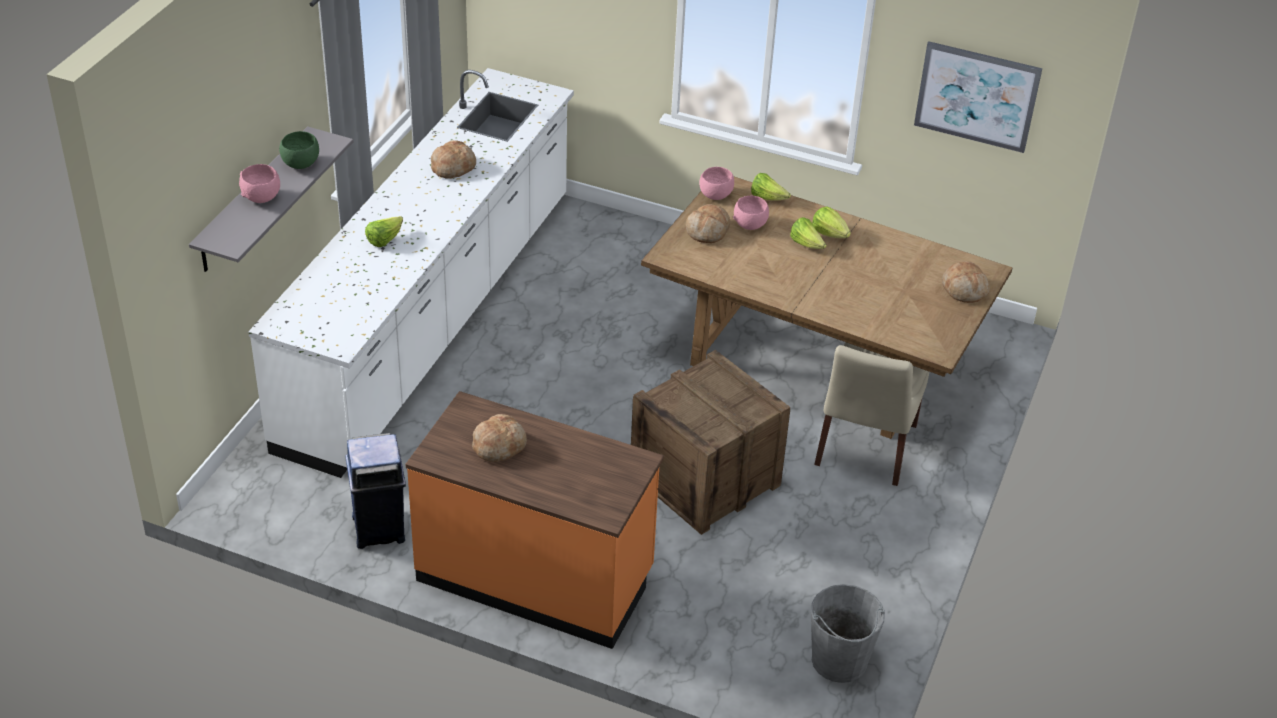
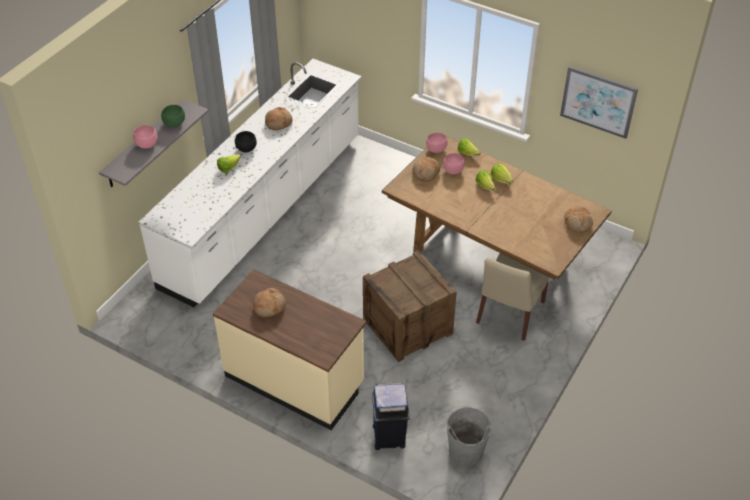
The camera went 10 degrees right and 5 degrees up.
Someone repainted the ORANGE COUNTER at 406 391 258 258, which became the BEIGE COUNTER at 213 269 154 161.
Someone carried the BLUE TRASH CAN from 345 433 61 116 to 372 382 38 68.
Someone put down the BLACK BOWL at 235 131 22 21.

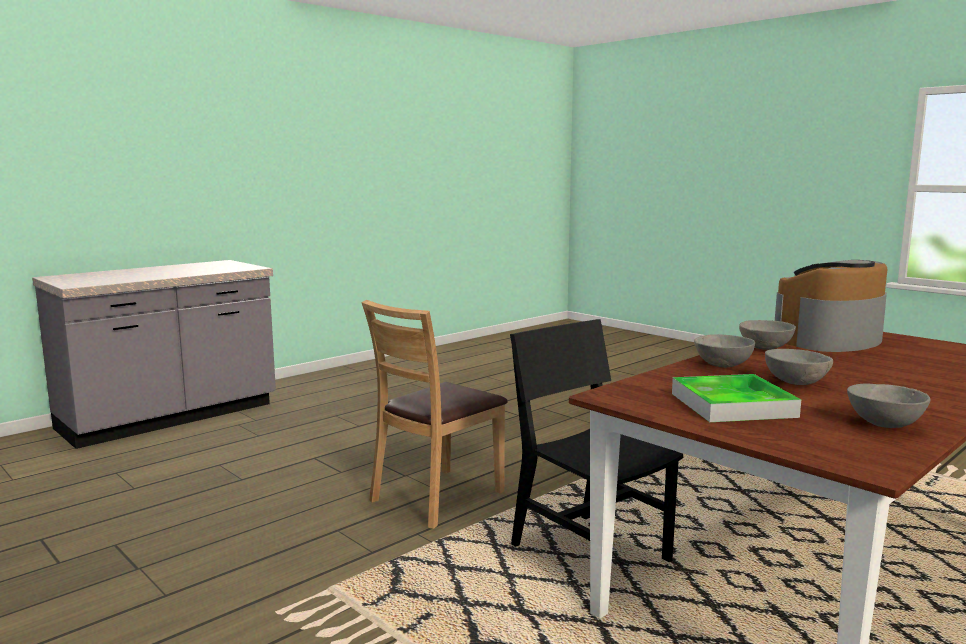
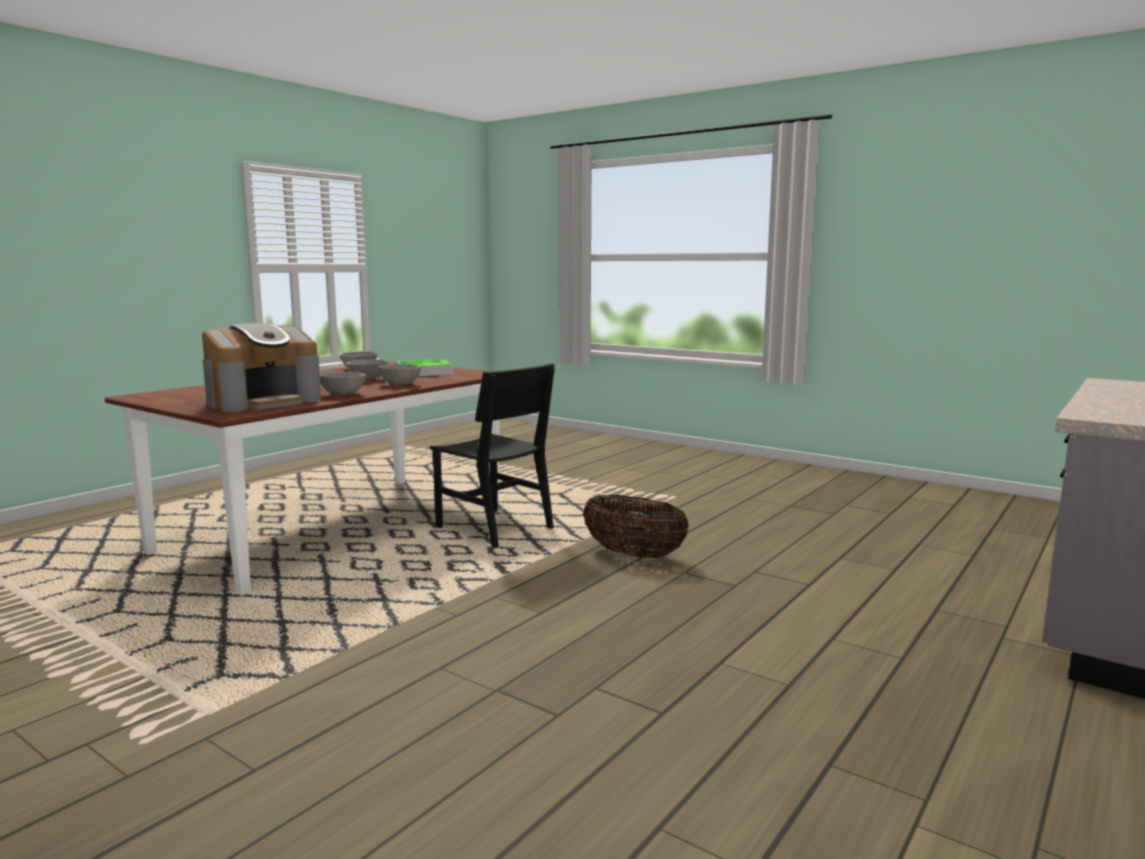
The camera went 170 degrees right and 0 degrees up.
Someone swapped the BROWN CHAIR at 361 300 147 229 for the BASKET at 583 495 106 64.

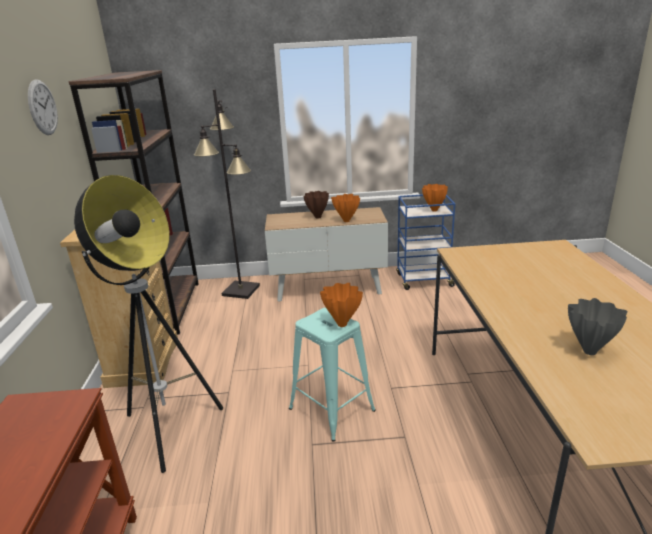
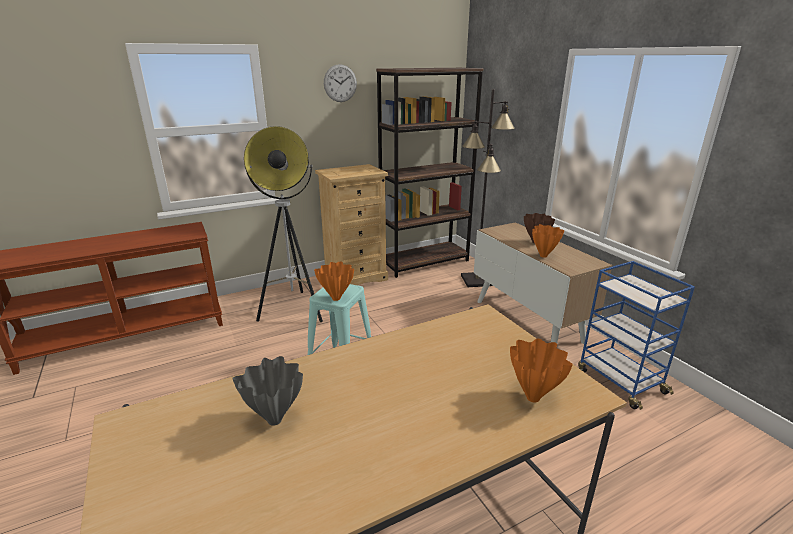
The camera went 65 degrees right and 0 degrees up.
Someone carried the ORANGE VASE from 422 184 26 28 to 510 339 63 63.

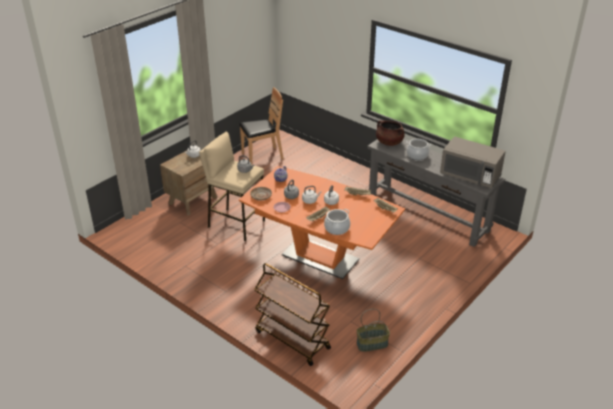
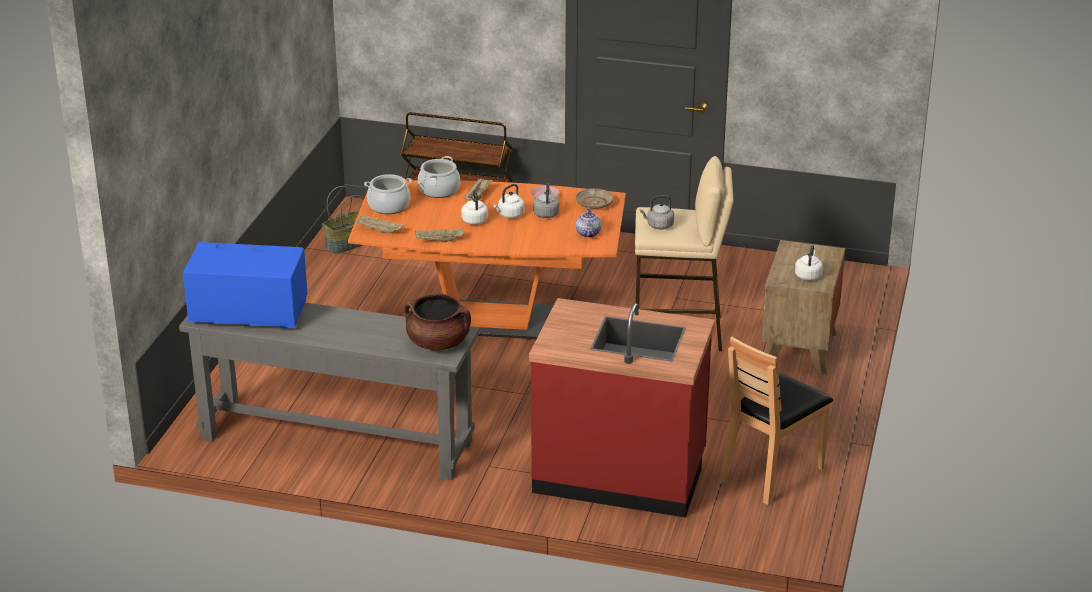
The camera went 155 degrees right and 5 degrees down.
Someone repainted the GREY MICROWAVE at 440 136 66 52, which became the BLUE MICROWAVE at 183 242 124 87.
Someone carried the COOKING POT from 406 139 25 21 to 364 174 48 40.
Someone put down the RED COUNTER at 529 298 186 220.

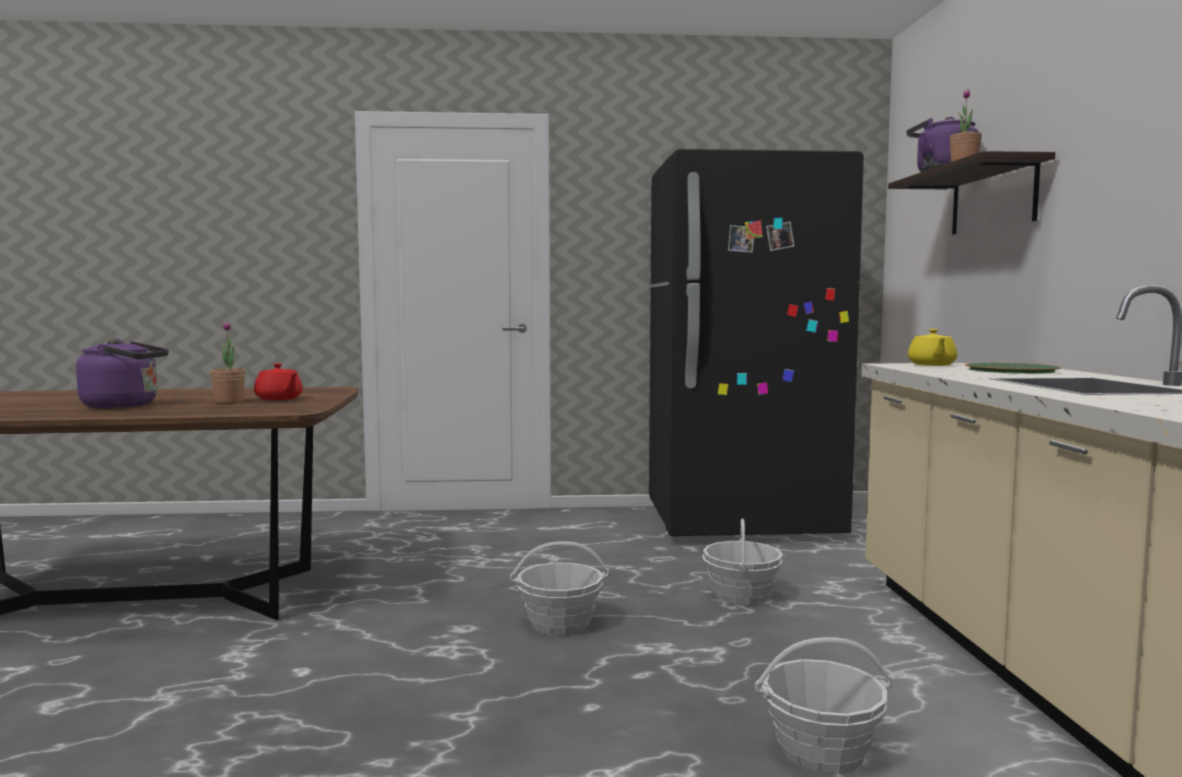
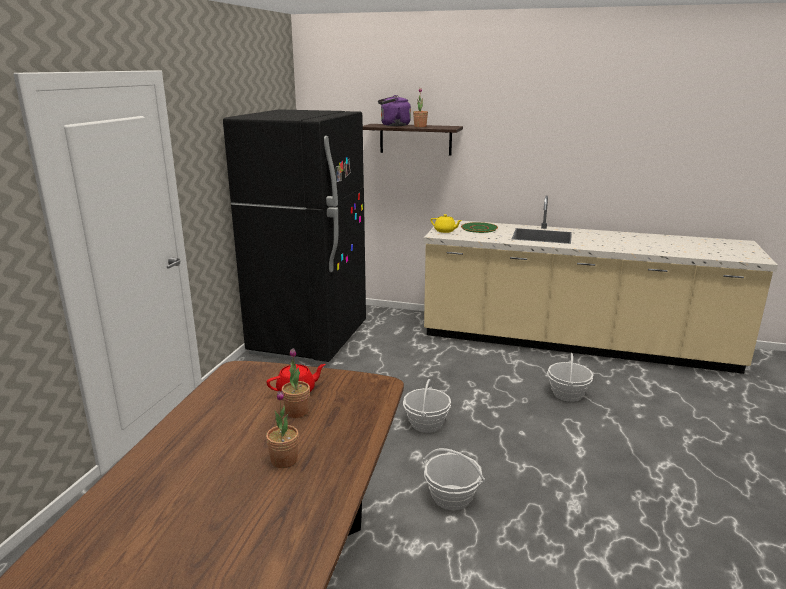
The camera went 70 degrees left and 15 degrees up.
Someone swapped the PURPLE KETTLE at 76 338 93 70 for the POTTED PLANT at 266 391 33 77.
Someone carried the BASKET from 702 518 81 88 to 423 448 62 62.

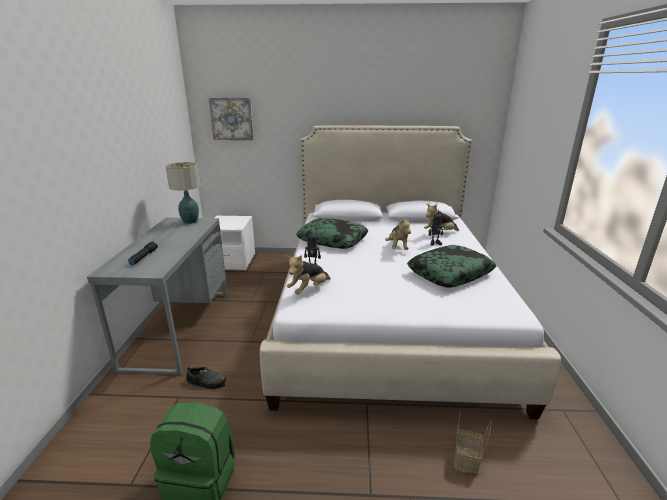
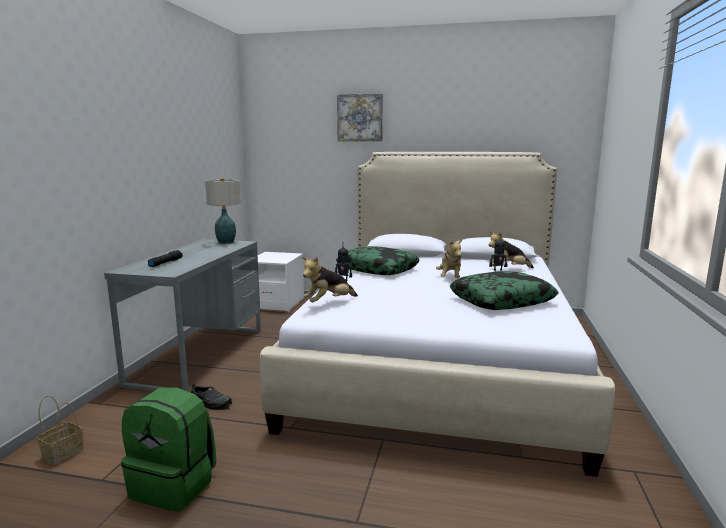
The camera went 10 degrees right and 10 degrees down.
Someone carried the PICTURE from 209 98 45 42 to 337 94 46 47.
Someone carried the BASKET from 455 414 37 60 to 37 395 47 70.

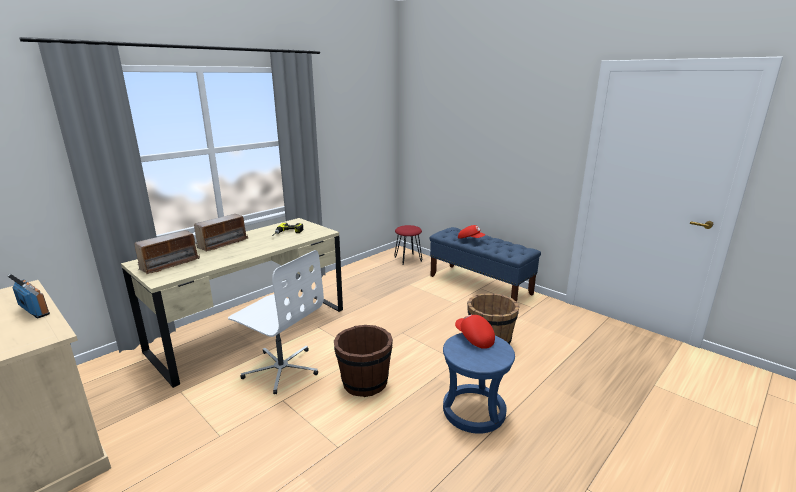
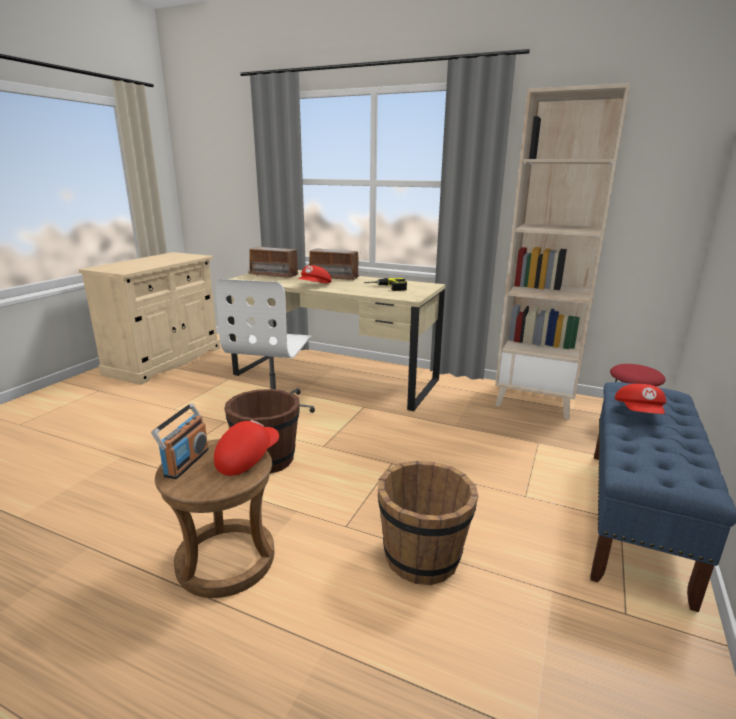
The camera went 70 degrees right and 0 degrees up.
Someone carried the RADIO from 7 274 43 44 to 151 403 58 76.
Someone repainted the BLUE STOOL at 443 333 72 101, which became the BROWN STOOL at 155 439 119 159.
Someone put down the BEIGE BOOKCASE at 495 83 135 337.
Someone put down the RED CAP at 299 265 32 18.

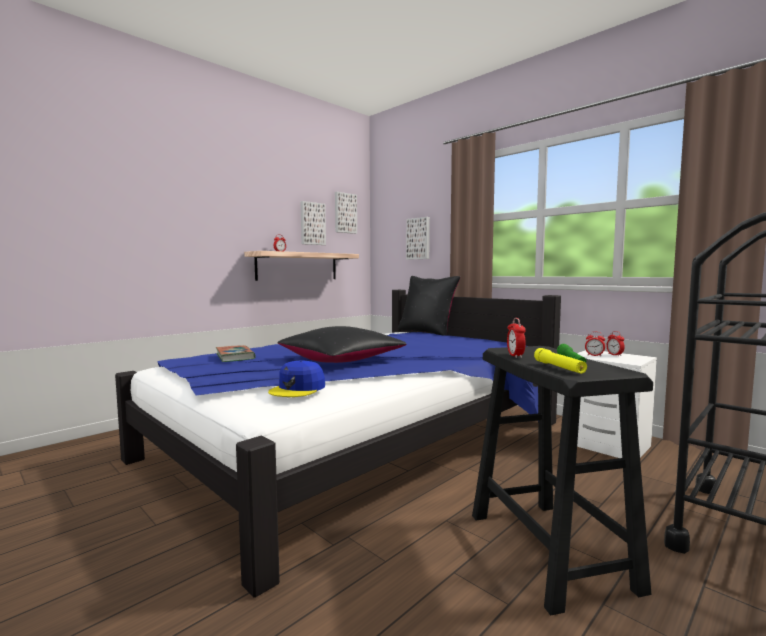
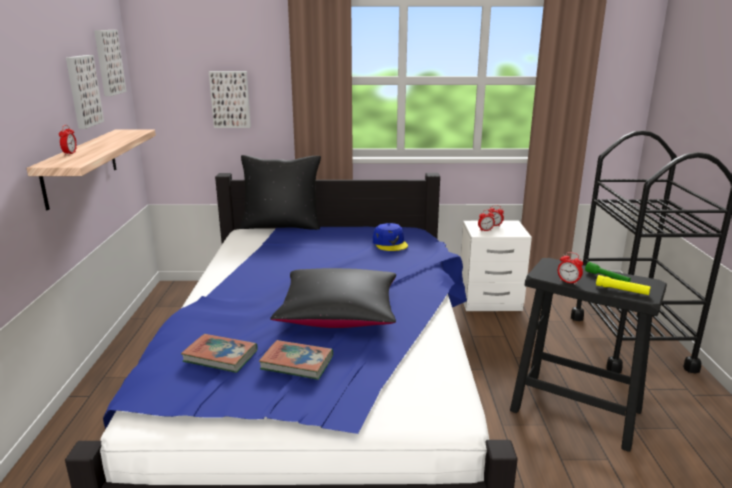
The camera went 45 degrees left and 15 degrees up.
Someone carried the BLUE CAP from 268 360 57 37 to 373 223 35 28.
Someone put down the BOOK at 259 340 74 40.

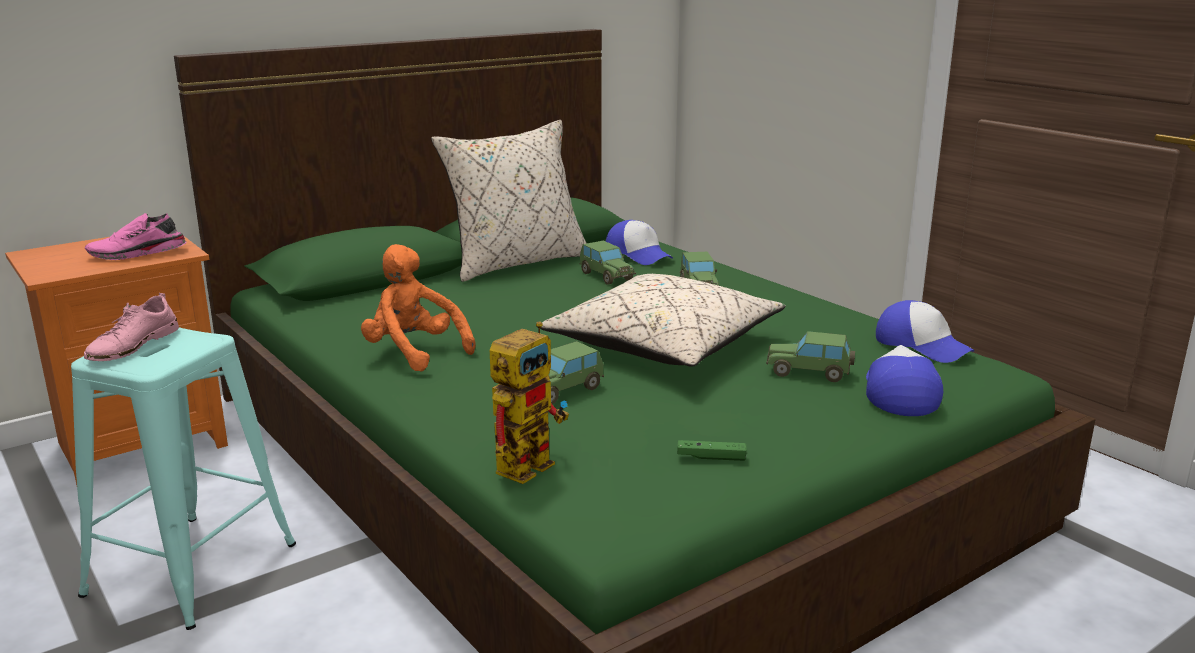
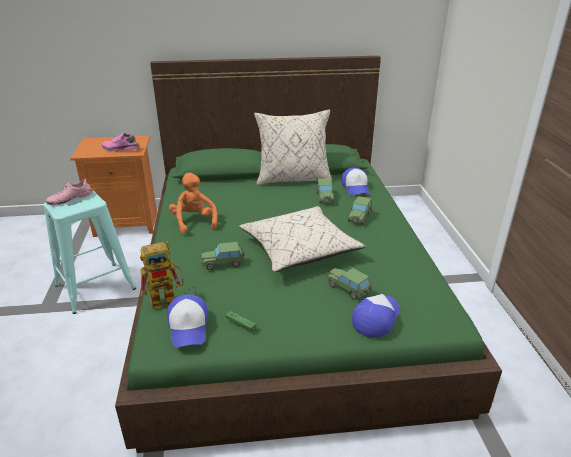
The camera went 30 degrees right and 10 degrees up.
Someone carried the CAP from 876 300 98 63 to 167 295 41 53.

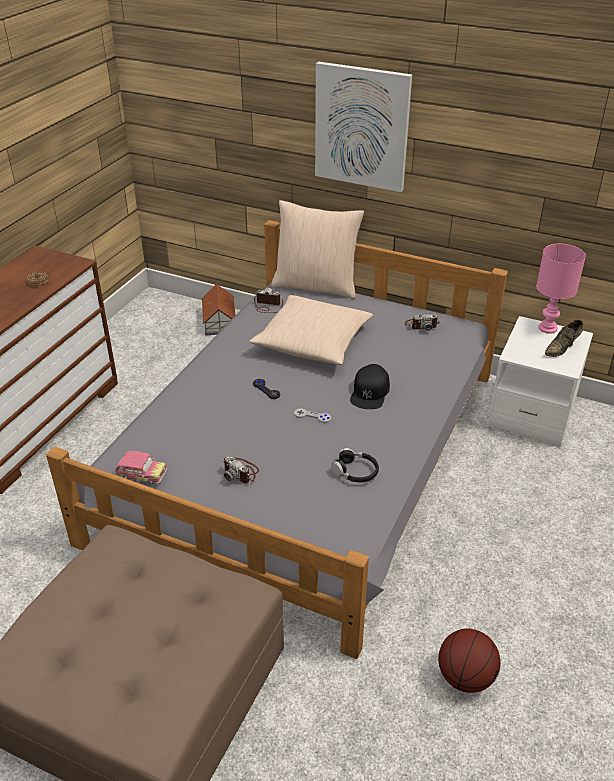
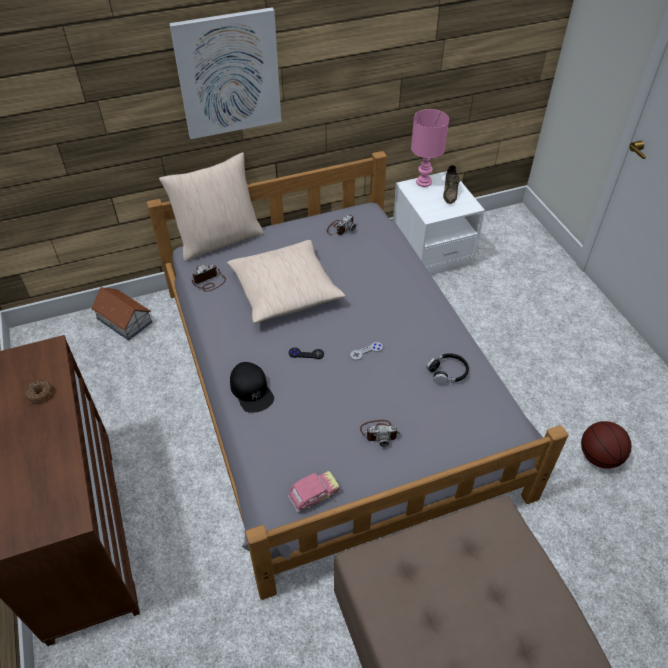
The camera went 45 degrees left and 10 degrees up.
Someone carried the BLACK CAP from 350 364 40 45 to 230 362 44 51.

